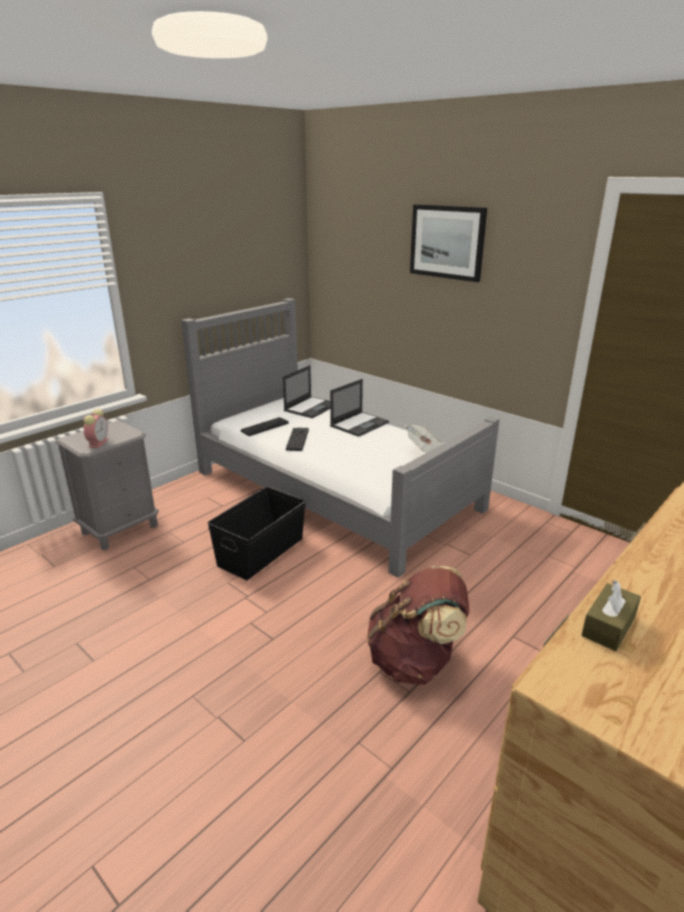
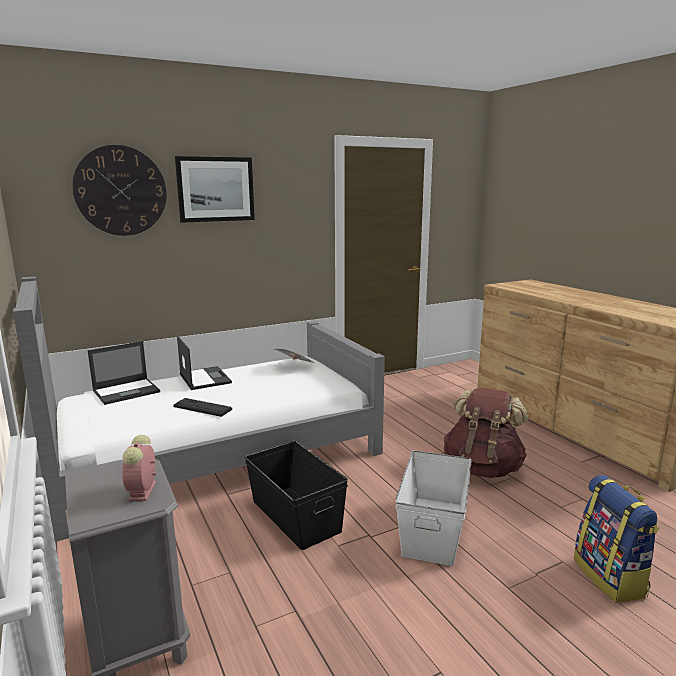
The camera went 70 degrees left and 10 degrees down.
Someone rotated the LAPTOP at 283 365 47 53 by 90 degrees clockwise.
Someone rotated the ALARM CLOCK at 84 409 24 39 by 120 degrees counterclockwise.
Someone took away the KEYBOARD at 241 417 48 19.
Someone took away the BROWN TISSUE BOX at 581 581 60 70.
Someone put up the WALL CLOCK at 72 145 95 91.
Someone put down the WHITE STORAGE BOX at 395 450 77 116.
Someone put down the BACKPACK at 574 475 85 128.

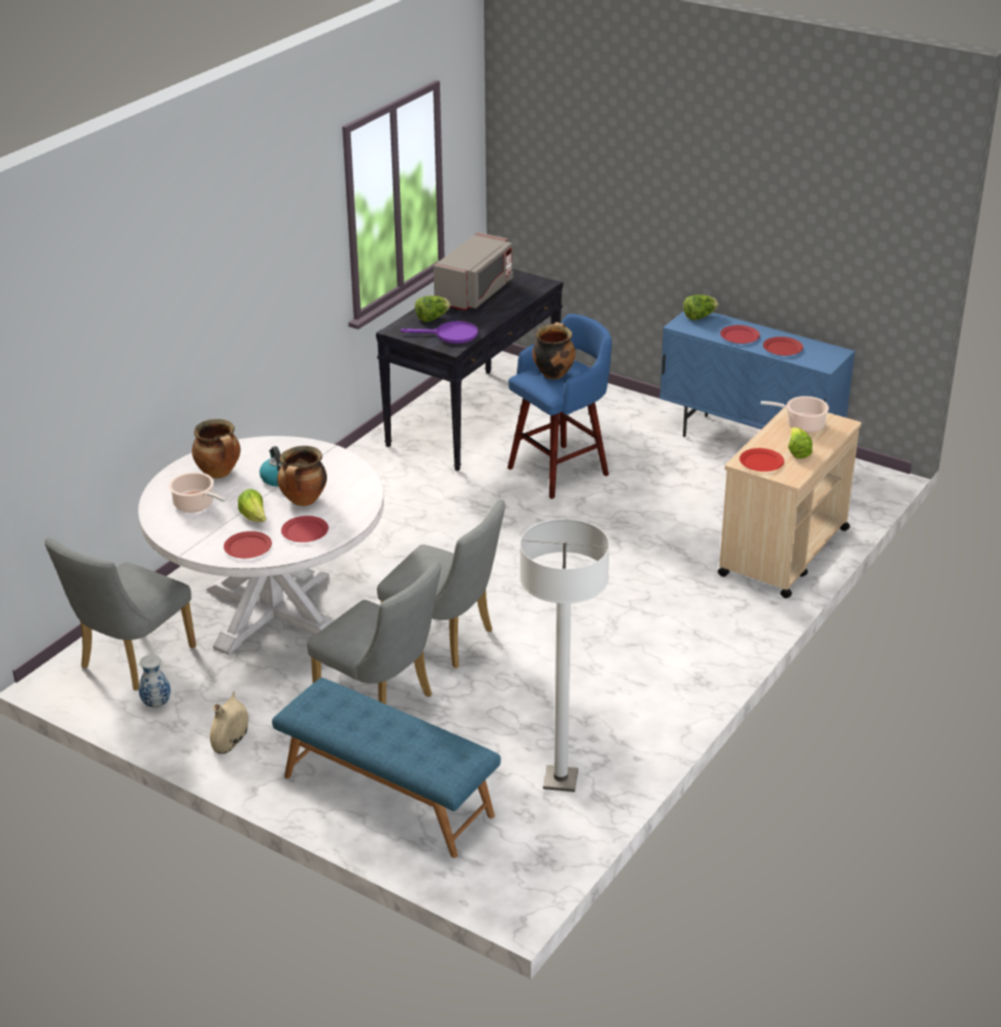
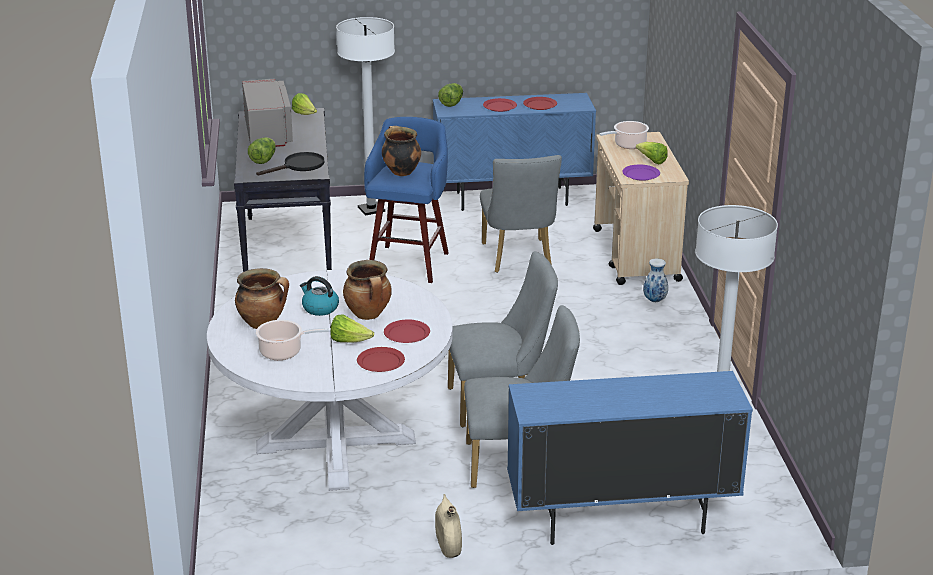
The camera went 40 degrees left and 5 degrees down.
Someone repainted the PURPLE FRYING PAN at 401 321 77 23, which became the BLACK FRYING PAN at 256 152 68 23.
Someone repainted the RED PLATE at 739 448 45 24, which became the PURPLE PLATE at 622 164 38 17.
Someone carried the GREY CHAIR from 45 538 151 153 to 480 155 82 118.
Someone carried the VASE from 139 655 32 53 to 643 258 25 44.
Someone swapped the BLUE BENCH at 272 678 229 180 for the BLUE CABINET at 507 371 246 174.
Someone put down the WHITE FLOOR LAMP at 336 17 59 198.
Someone put down the LETTUCE at 292 93 25 22.

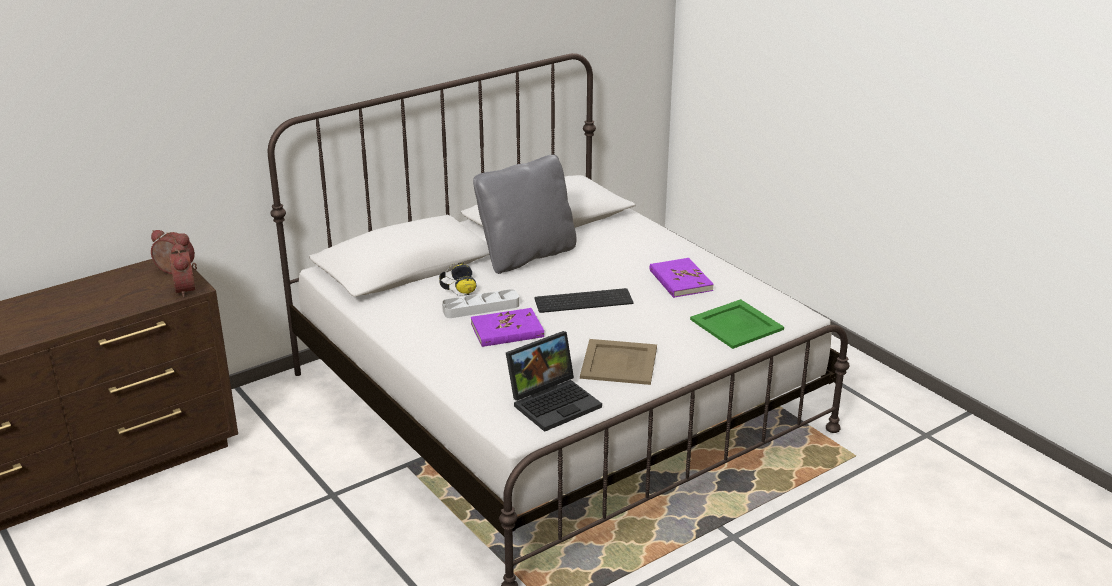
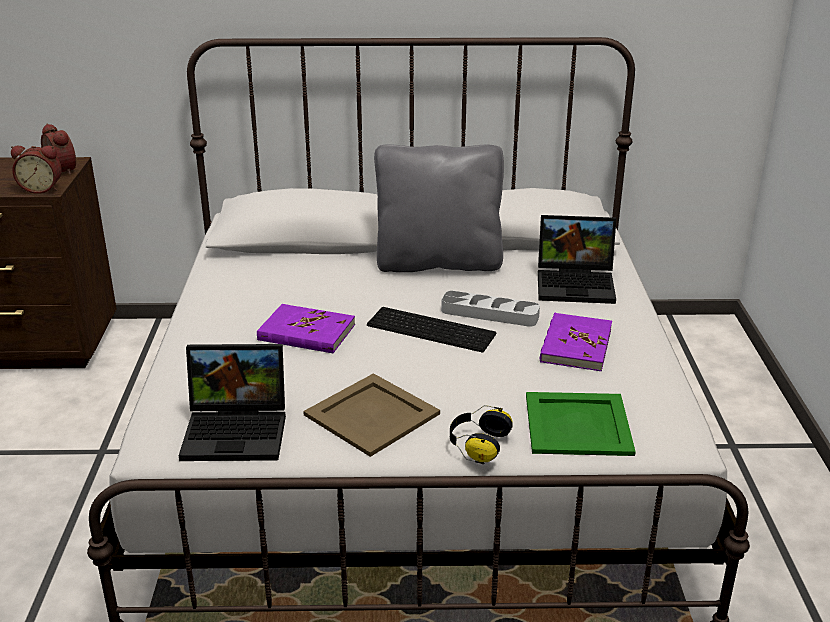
The camera went 35 degrees right and 0 degrees up.
Someone rotated the ALARM CLOCK at 169 243 28 54 by 105 degrees counterclockwise.
Someone carried the HEADPHONES from 439 262 37 34 to 450 405 63 59.
Someone carried the GREY TRAY from 442 289 77 29 to 441 291 99 36.
Someone put down the LAPTOP at 538 215 78 89.

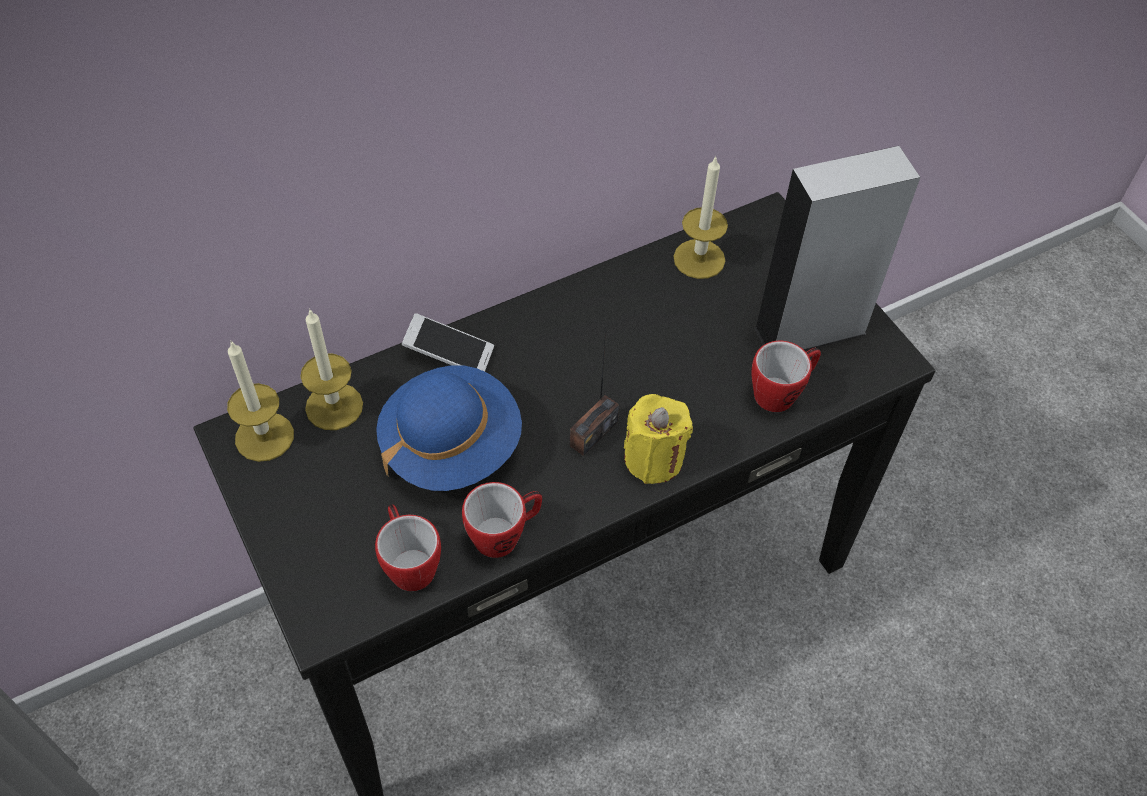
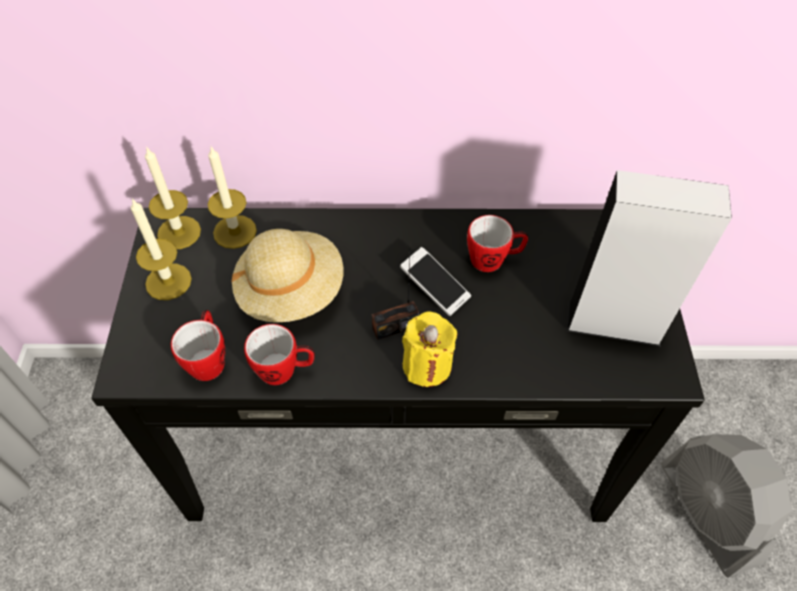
The camera went 30 degrees right and 0 degrees up.
Someone carried the CANDLE from 673 155 55 124 to 131 198 61 102.
Someone carried the PHONE from 402 313 92 59 to 400 247 71 69.
Someone carried the MUG from 752 341 69 71 to 467 215 62 57.
Someone repainted the BLUE HAT at 376 365 146 126, which became the BEIGE HAT at 231 229 112 93.
Someone put down the GREY FAN at 661 434 131 144.

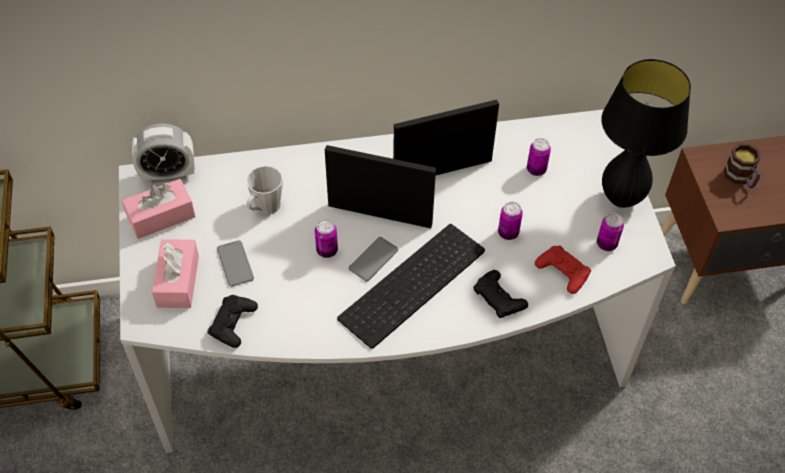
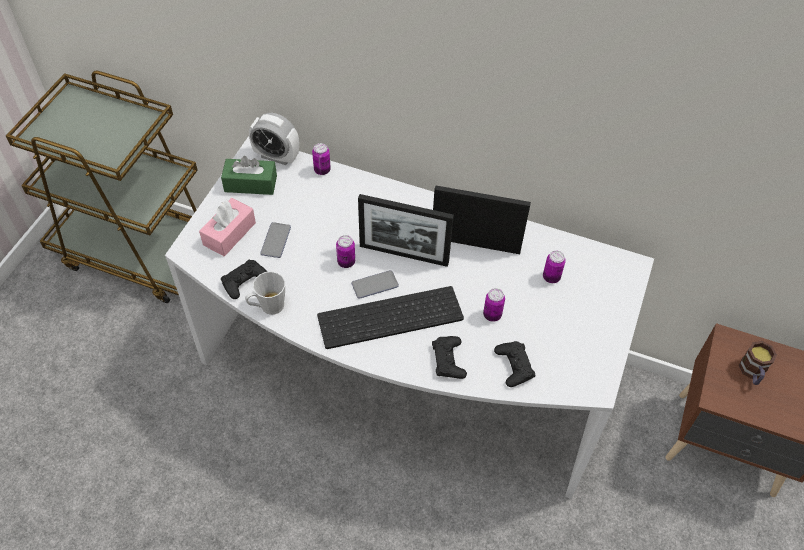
The camera went 30 degrees right and 0 degrees up.
Someone took away the BLACK TABLE LAMP at 601 59 90 149.
Someone rotated the PICTURE FRAME at 325 145 111 83 by 150 degrees clockwise.
Someone carried the GREY MUG from 247 166 36 49 to 245 272 40 43.
Someone repainted the PINK TISSUE BOX at 122 179 74 60, which became the GREEN TISSUE BOX at 221 156 56 39.
Someone carried the CAN from 597 213 27 38 to 312 143 19 32.
Someone repainted the RED GAME CONTROLLER at 535 245 56 49, which became the BLACK GAME CONTROLLER at 494 341 42 46.

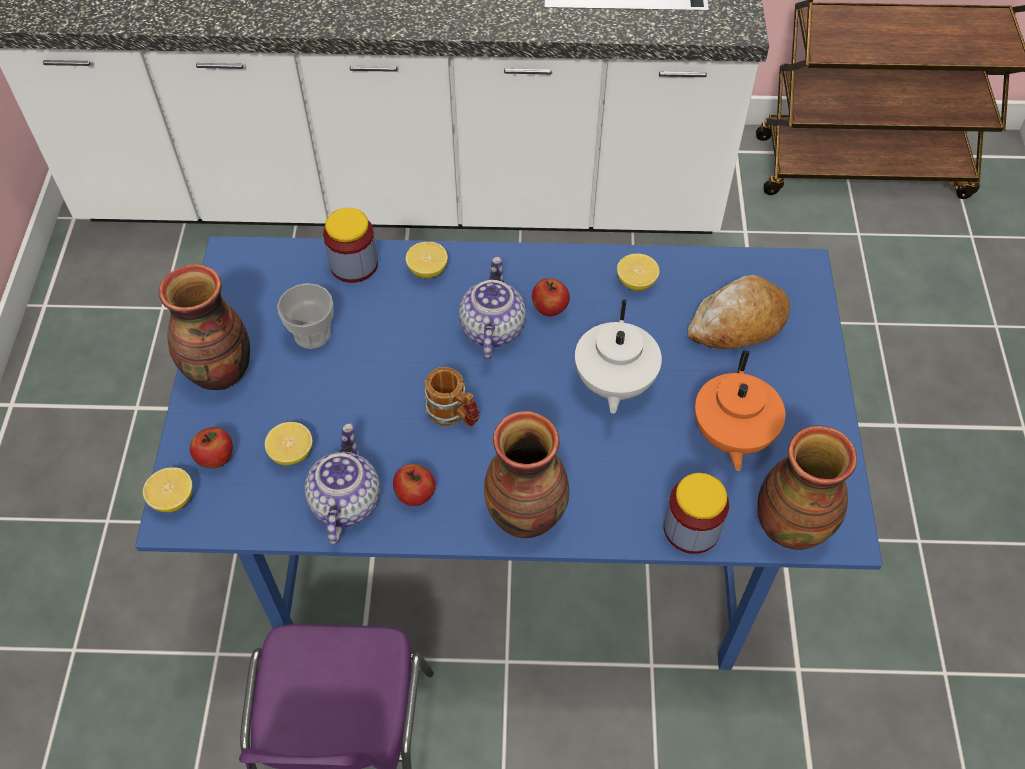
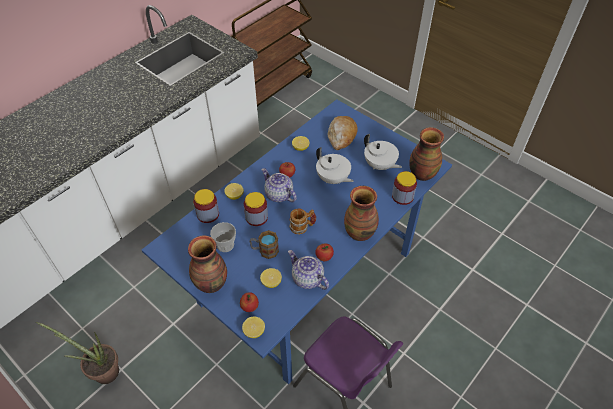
The camera went 50 degrees left and 5 degrees down.
Someone repainted the ORANGE TEAPOT at 695 350 90 121, which became the WHITE TEAPOT at 364 134 38 36.
Someone put down the JAR at 244 192 24 34.
Someone put down the MUG at 250 230 29 29.
Someone put down the POTTED PLANT at 36 322 83 62.

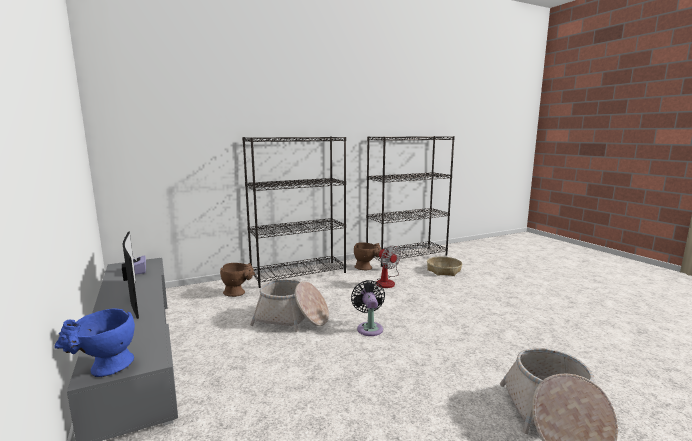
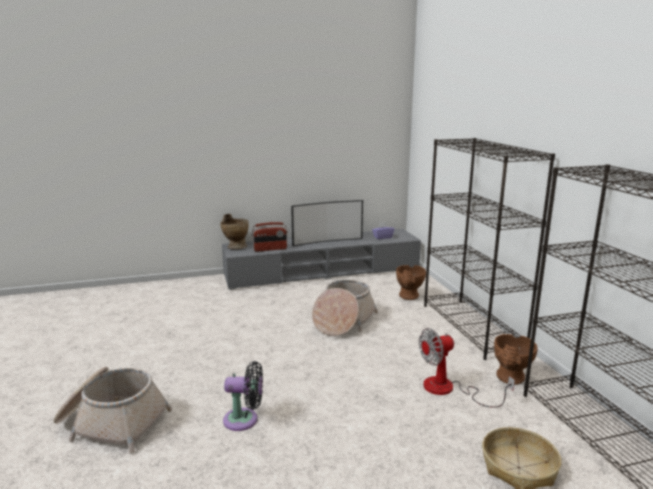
The camera went 100 degrees right and 5 degrees up.
Someone carried the BLACK FAN from 351 280 34 56 to 223 361 40 70.
Someone repainted the BLUE VASE at 54 309 81 68, which became the BEIGE VASE at 220 214 29 35.
Someone put down the RADIO at 251 222 36 30.

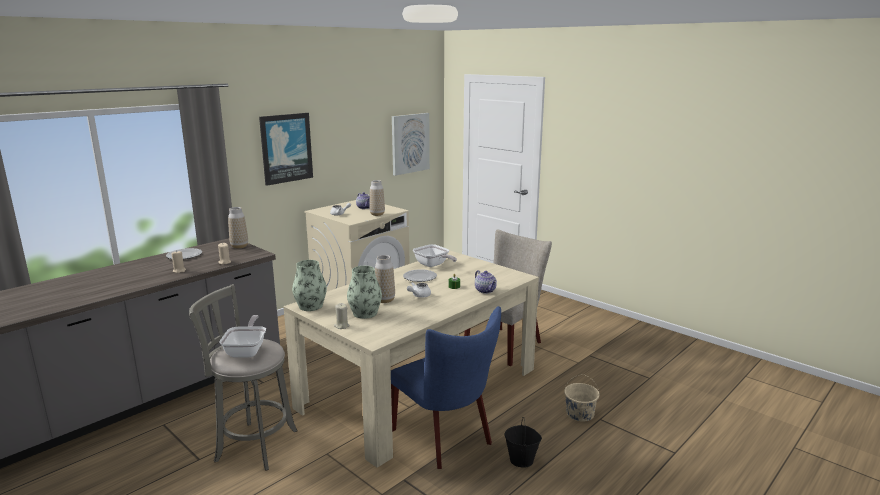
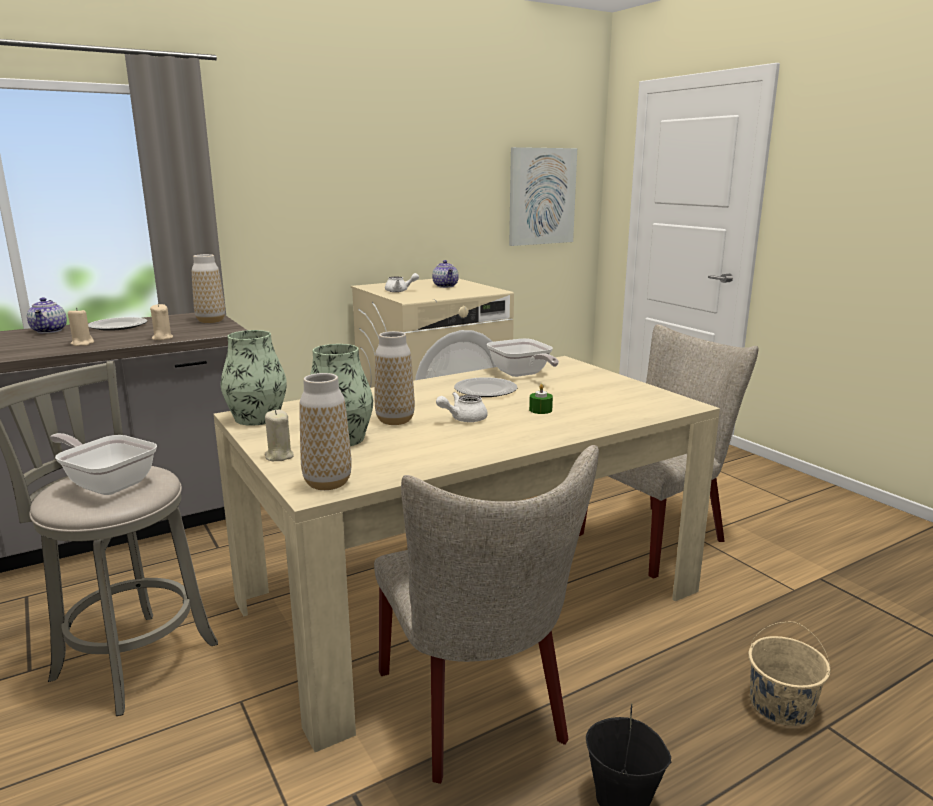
The camera went 15 degrees right and 0 degrees up.
Someone took away the PICTURE at 259 113 54 73.
Someone carried the VASE from 370 180 15 36 to 300 373 52 117.
Someone carried the TEAPOT from 475 270 22 24 to 27 297 40 36.
Someone repainted the BLUE CHAIR at 391 306 110 163, which became the BEIGE CHAIR at 374 445 225 339.
Someone rotated the FRYING PAN at 219 315 47 43 by 75 degrees counterclockwise.

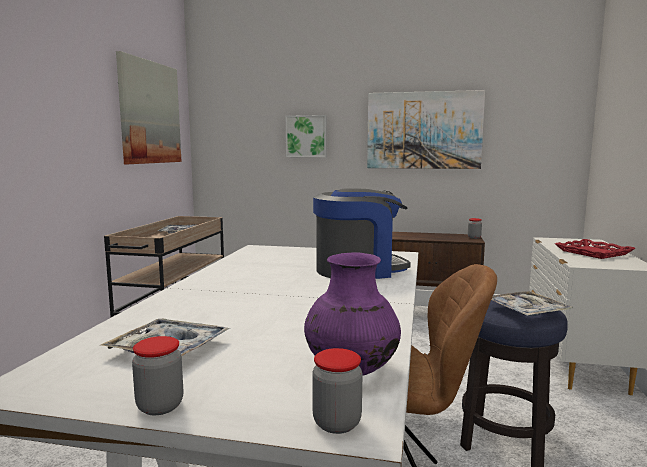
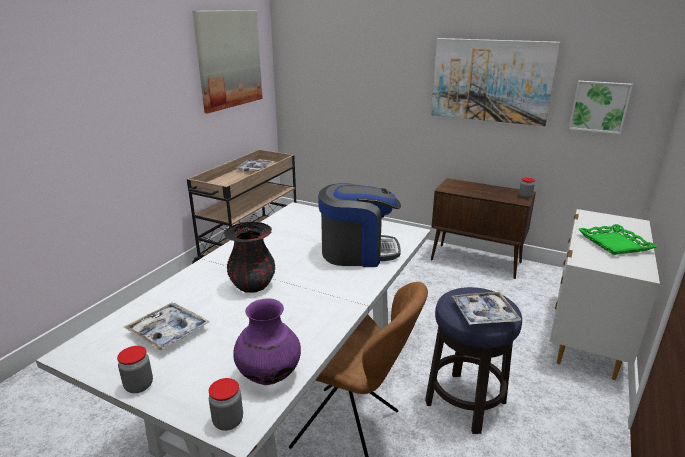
The camera went 15 degrees right and 15 degrees up.
Someone carried the PICTURE from 286 115 41 42 to 569 81 64 53.
Someone repainted the RED TRAY at 555 239 81 20, which became the GREEN TRAY at 578 224 80 31.
Someone put down the BLACK VASE at 224 222 51 71.

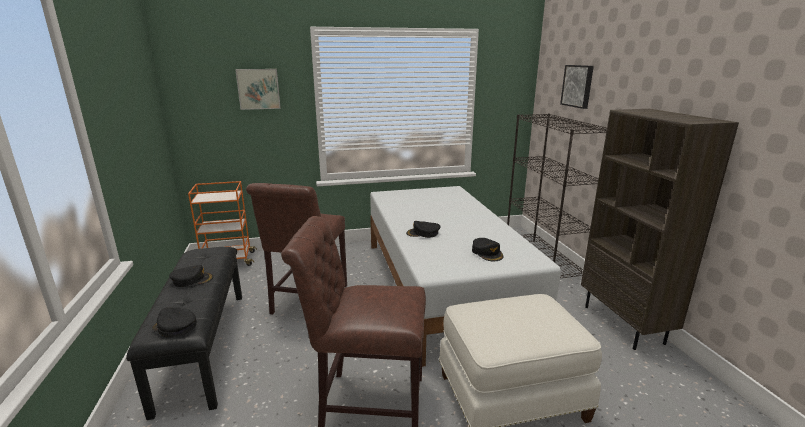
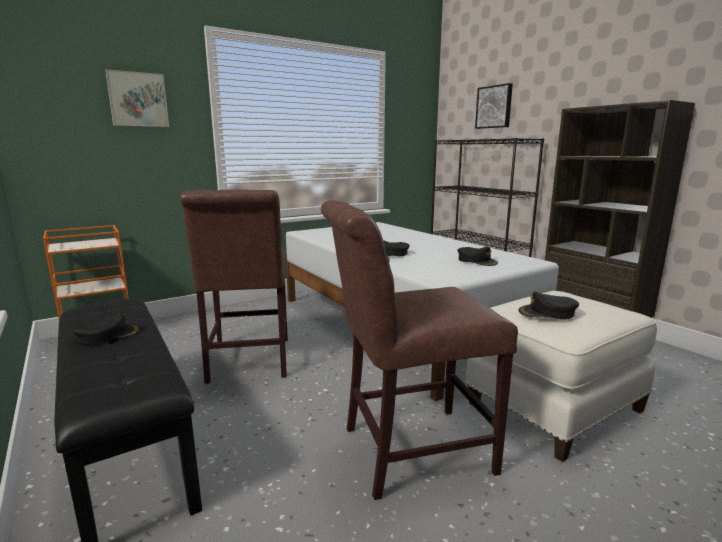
The camera went 20 degrees left and 5 degrees down.
Someone carried the BLACK CAP from 152 307 45 31 to 518 292 61 28.

